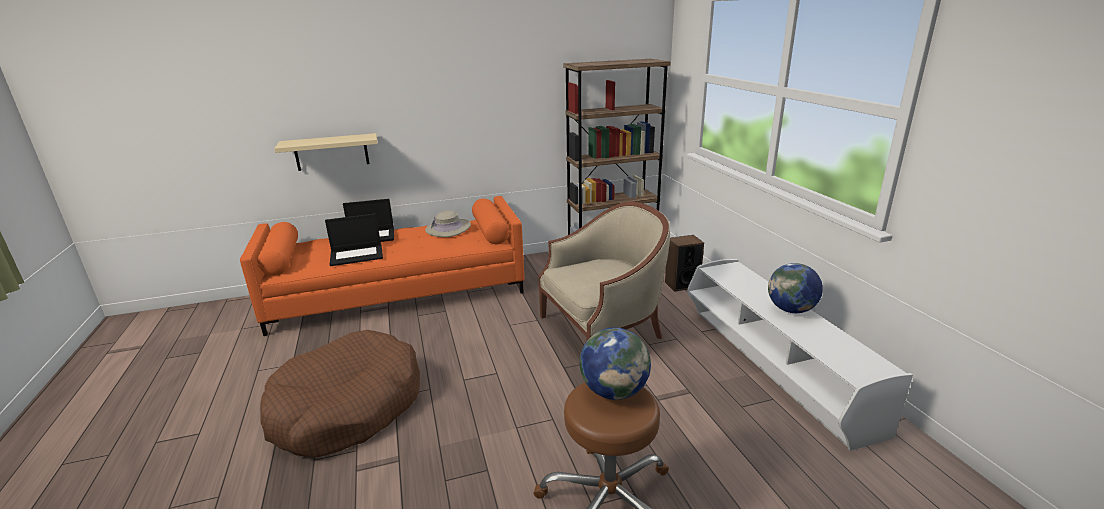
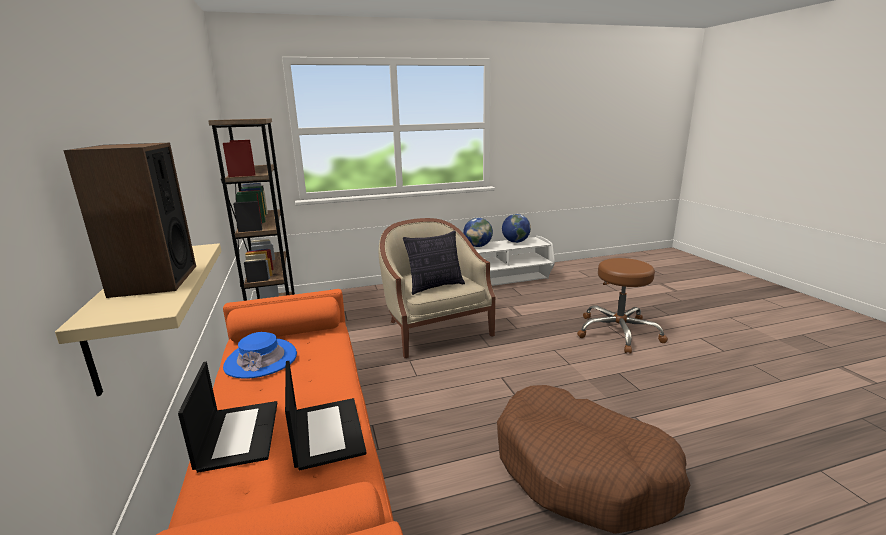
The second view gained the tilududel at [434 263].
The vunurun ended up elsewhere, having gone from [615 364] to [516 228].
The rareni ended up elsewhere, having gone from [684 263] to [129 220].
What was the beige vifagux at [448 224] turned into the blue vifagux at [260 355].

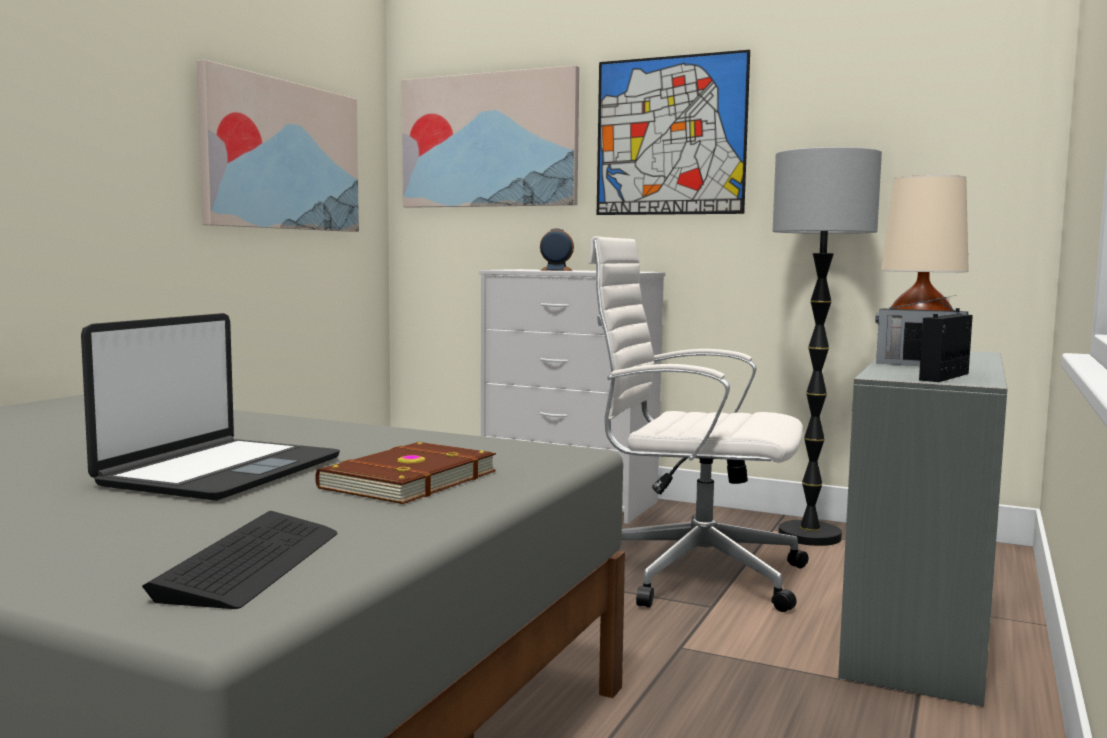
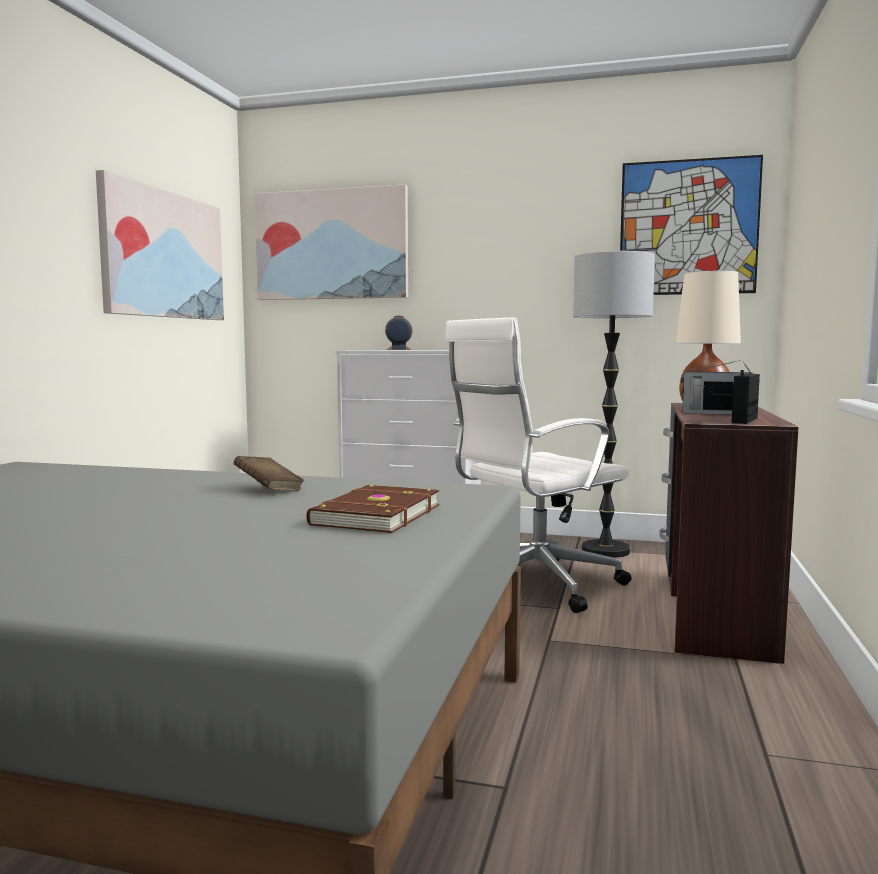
The second view lost the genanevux at [210 407].
The second view lost the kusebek at [240 560].
The second view gained the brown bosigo at [269 473].
The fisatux ended up elsewhere, having gone from [673 132] to [691 225].
What was the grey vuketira at [922 529] turned into the brown vuketira at [729 533].
The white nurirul at [698 424] ended up facing another way, 45 degrees counterclockwise from before.

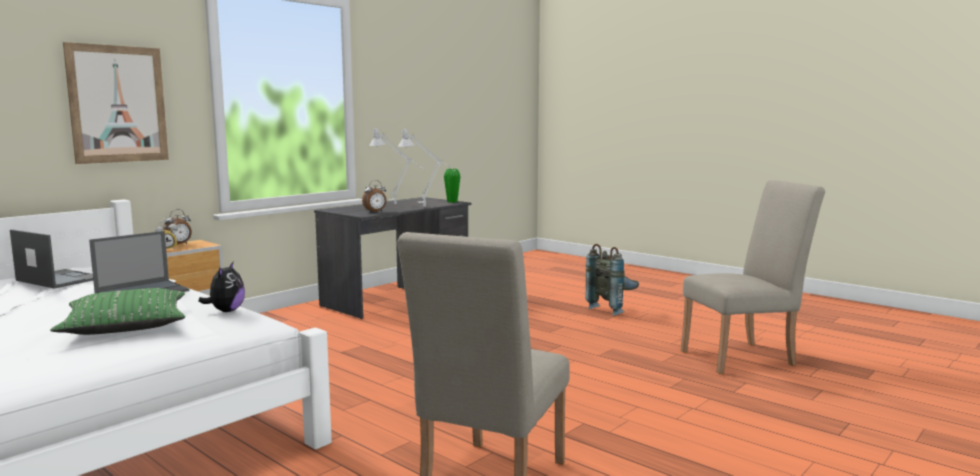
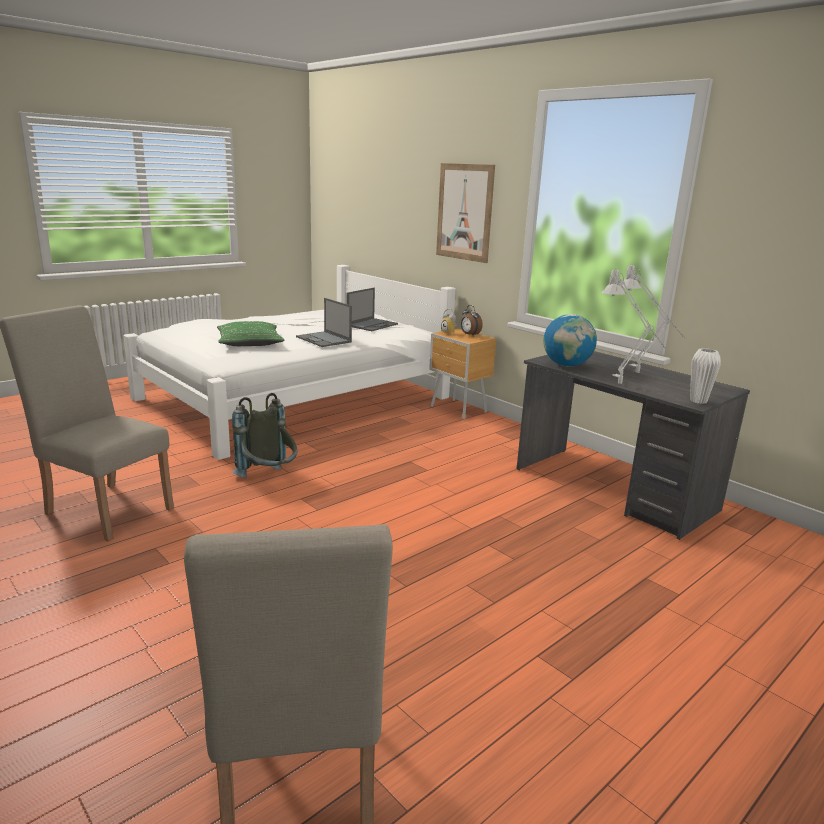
The second view lost the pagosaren at [221 287].
The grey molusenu ended up elsewhere, having gone from [612 280] to [264 435].
Where the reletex stood at [374 196], the vunurun came to stand at [570 340].
What was the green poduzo at [452 186] turned into the white poduzo at [705 376].

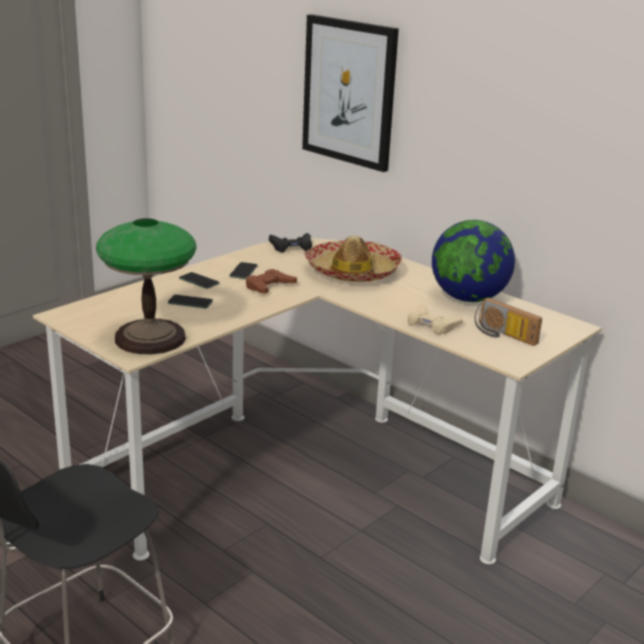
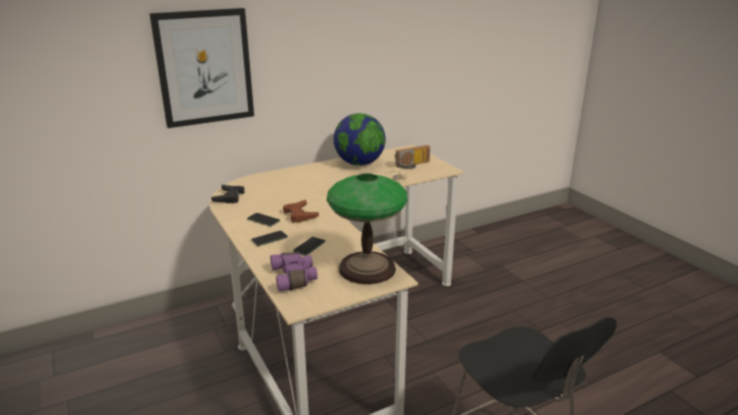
The second view lost the vifagux at [353 258].
The second view gained the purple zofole at [294 271].

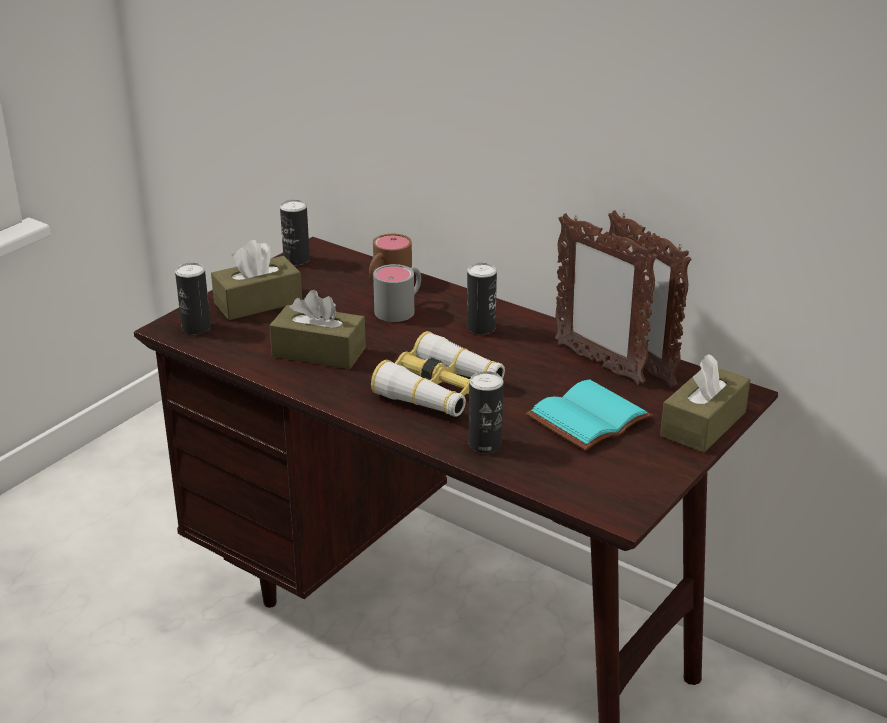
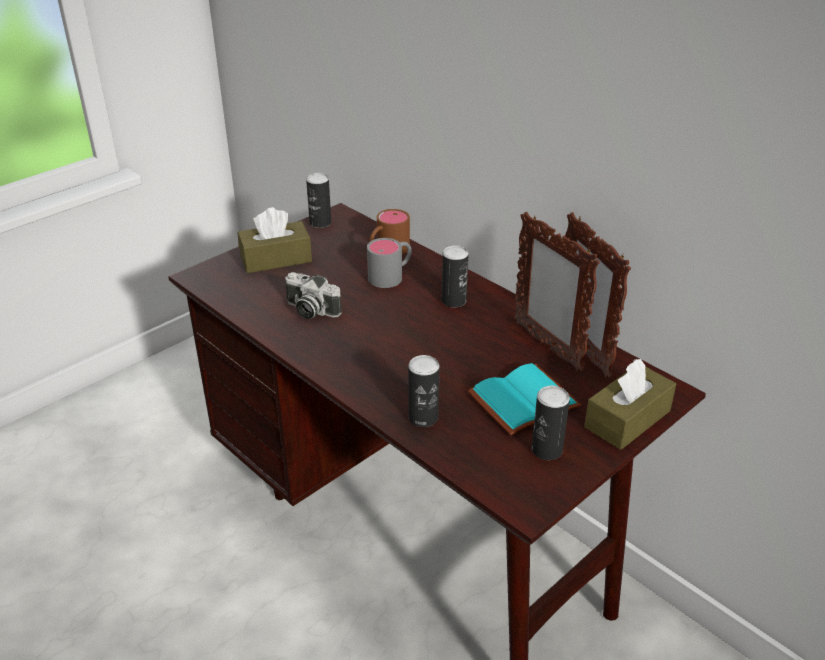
The second view lost the zofole at [438 374].
The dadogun ended up elsewhere, having gone from [193 298] to [550 423].
Where the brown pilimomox stood at [317 329], the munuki came to stand at [313 295].

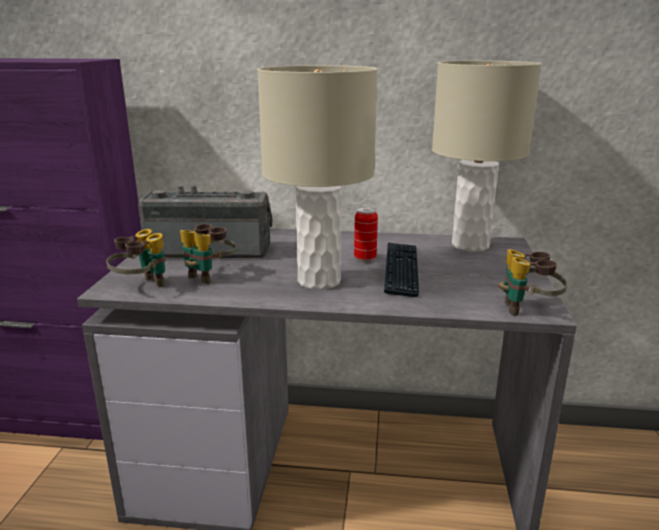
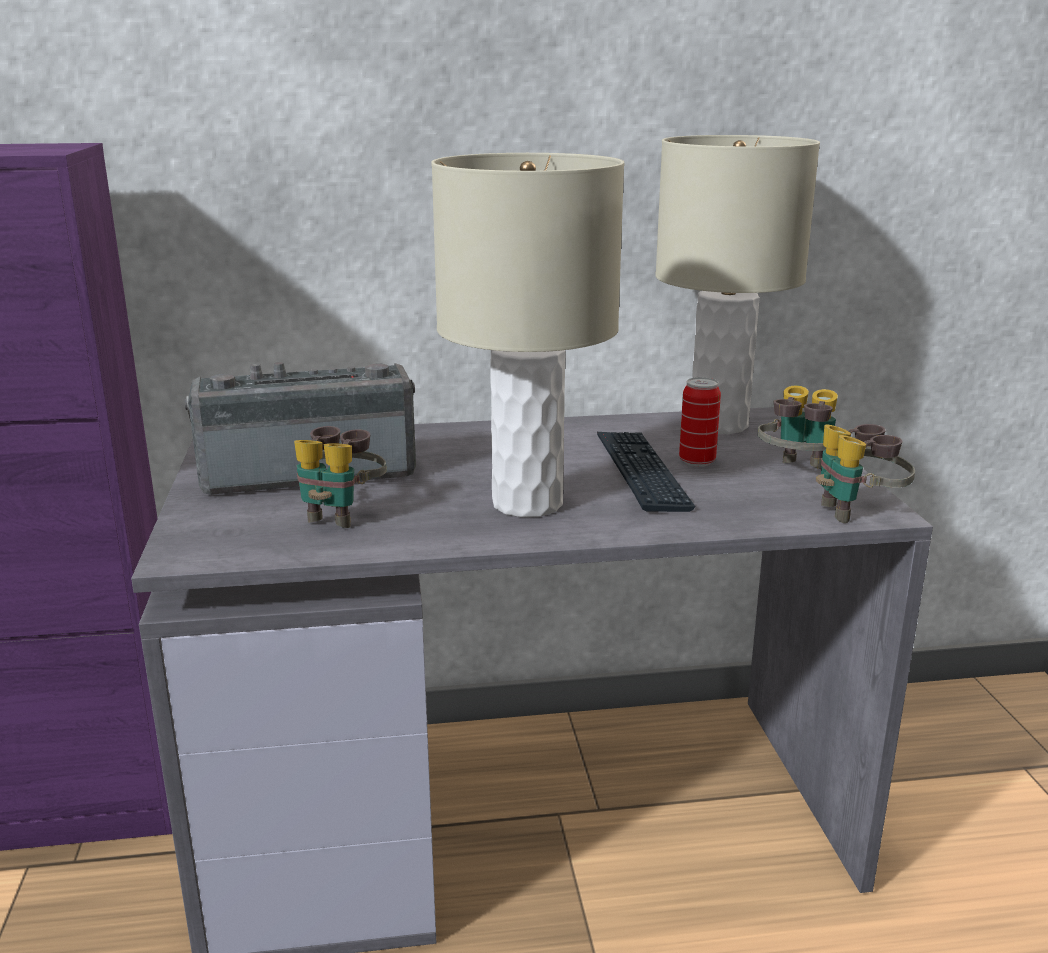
The zofole ended up elsewhere, having gone from [136 258] to [798 427].
The dadogun ended up elsewhere, having gone from [366 234] to [700 422].

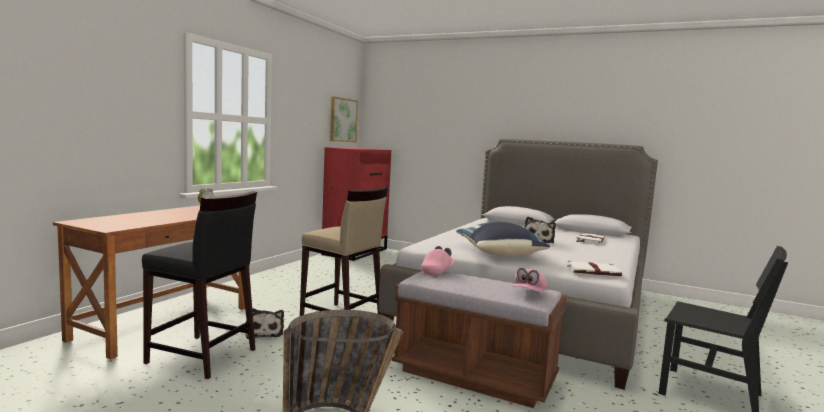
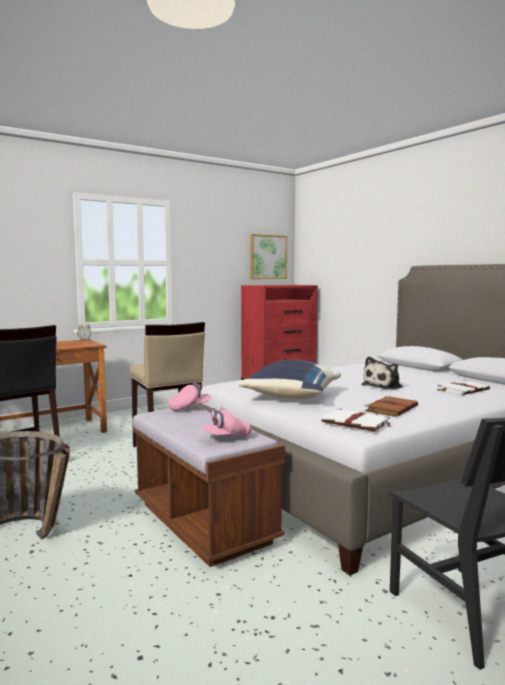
The second view lost the pagosaren at [264 323].
The second view gained the brown bosigo at [391 406].

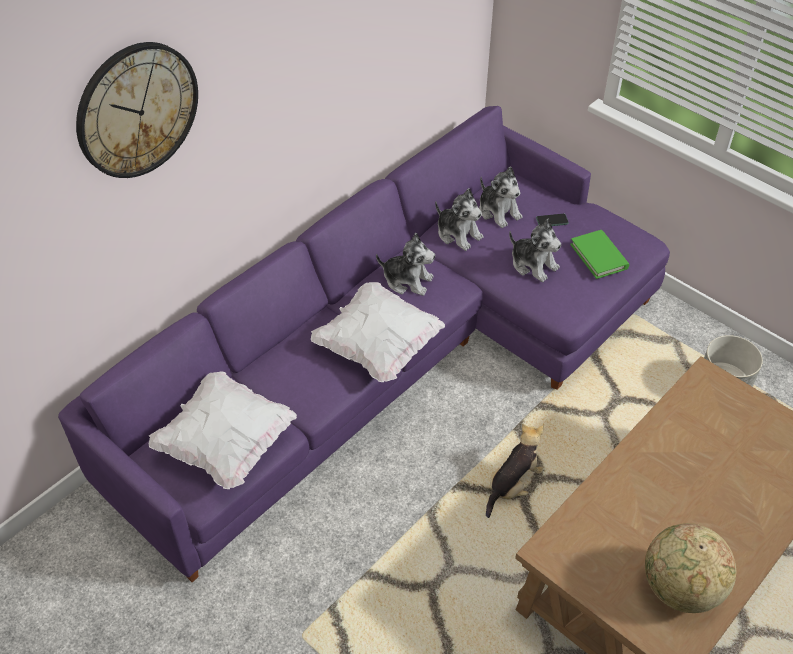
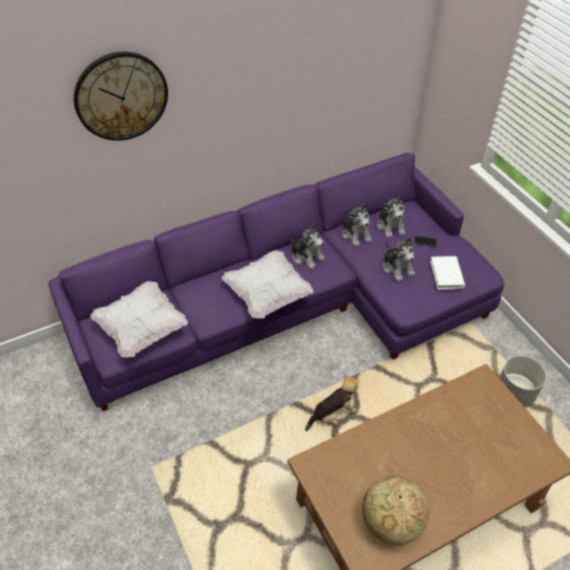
What was the green bosigo at [599 254] turned into the white bosigo at [447 272].

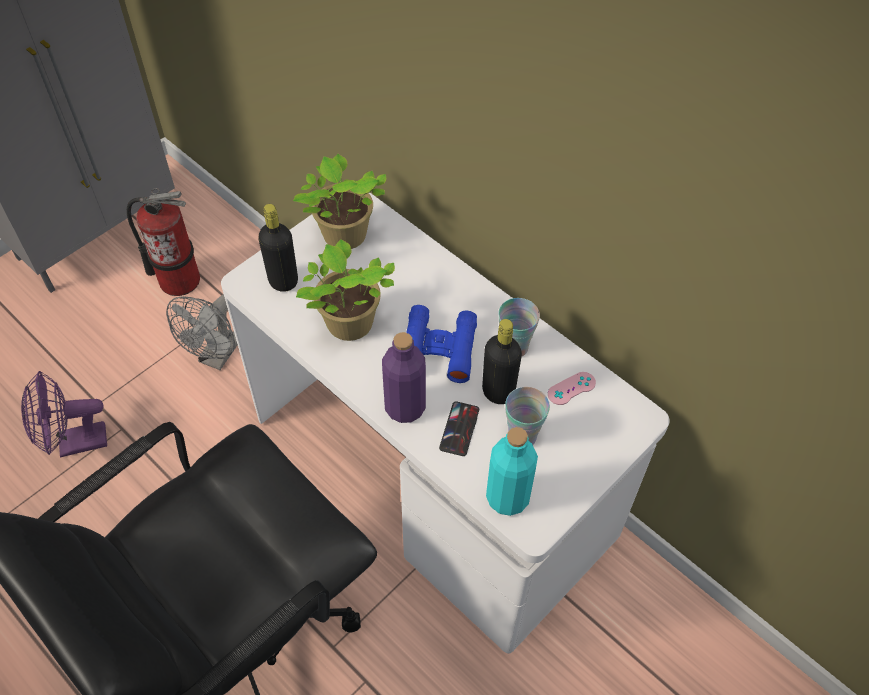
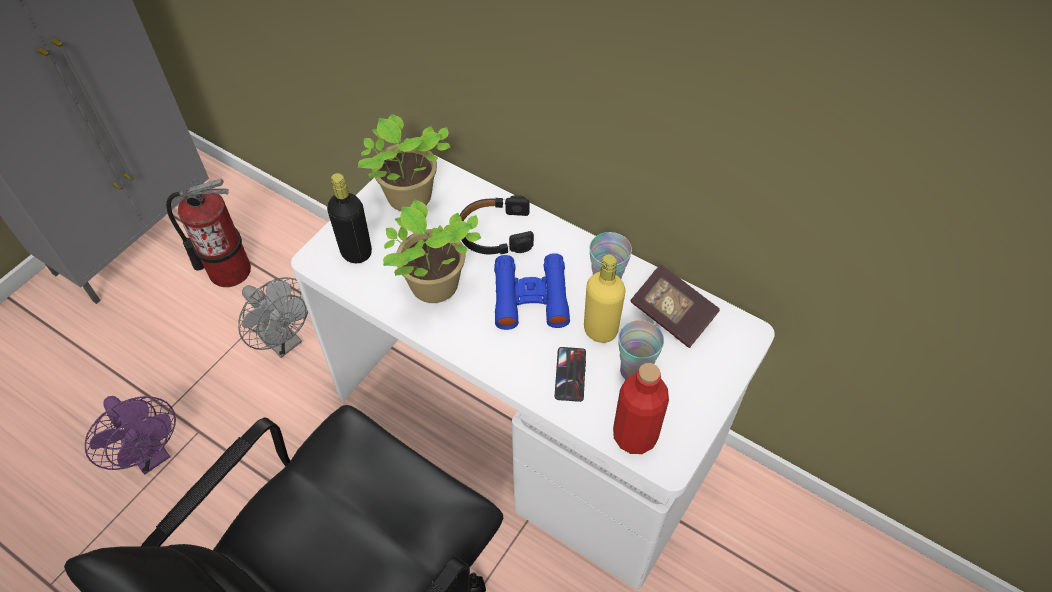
The second view lost the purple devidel at [404 377].
The second view gained the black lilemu at [497 224].
Where the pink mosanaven stood at [572 388], the bosigo came to stand at [675 306].
What was the black devidel at [502 361] turned into the yellow devidel at [605 298].
What was the turquoise devidel at [512 471] turned into the red devidel at [641 408].
The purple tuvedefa at [64 414] ended up facing another way, 105 degrees counterclockwise from before.
The grey tuvedefa at [202 332] ended up facing another way, 60 degrees counterclockwise from before.

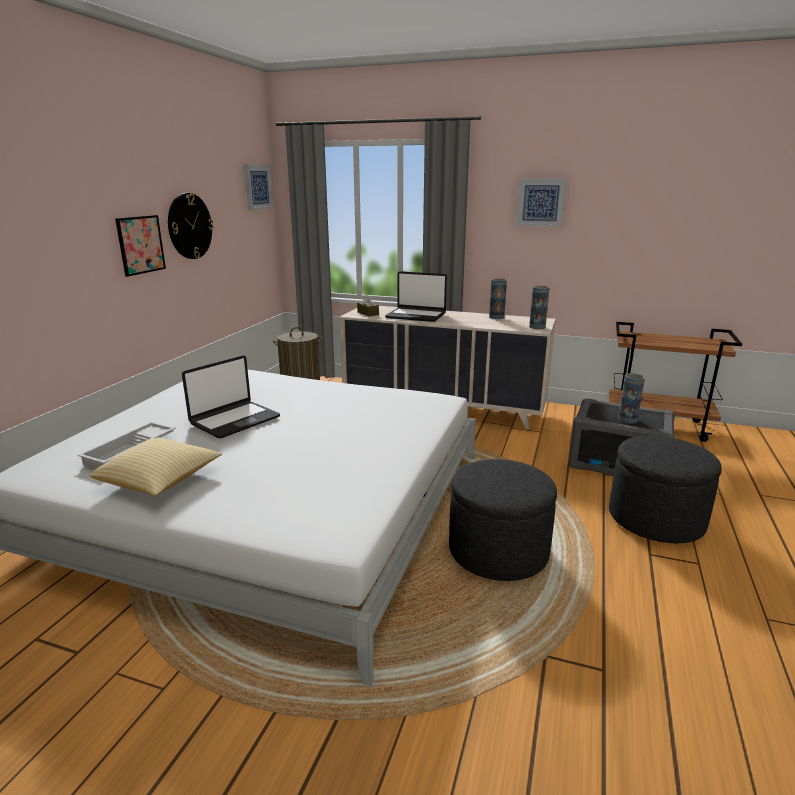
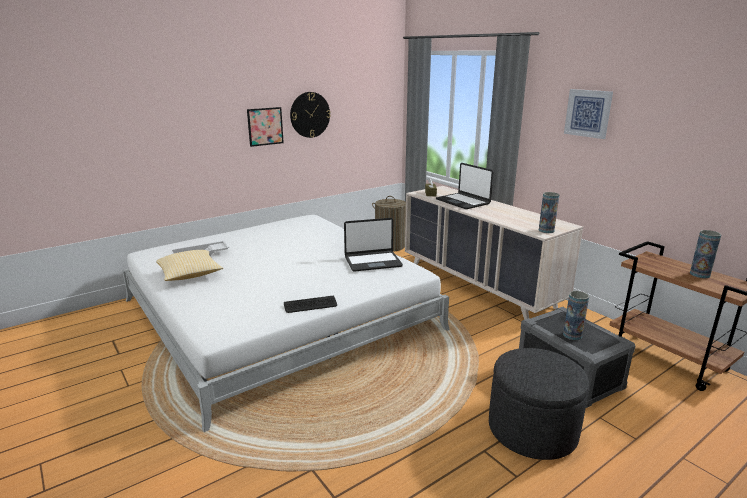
The second view lost the fisatux at [258 187].
The second view lost the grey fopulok at [503 520].
The second view gained the kusebek at [310 304].
The genanevux ended up elsewhere, having gone from [231 396] to [373 245].
The poduzo ended up elsewhere, having gone from [498 298] to [706 254].

